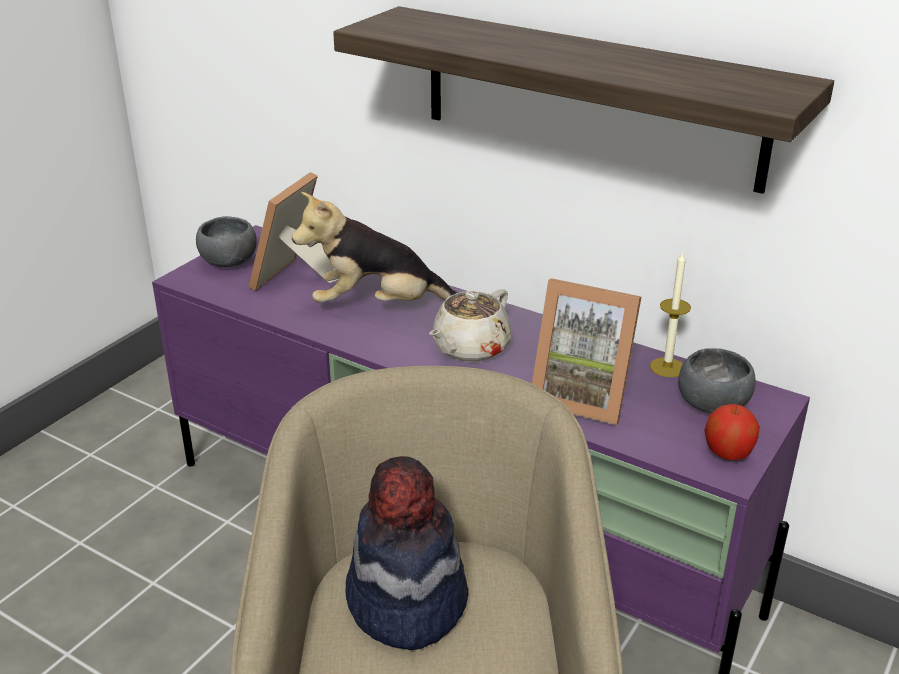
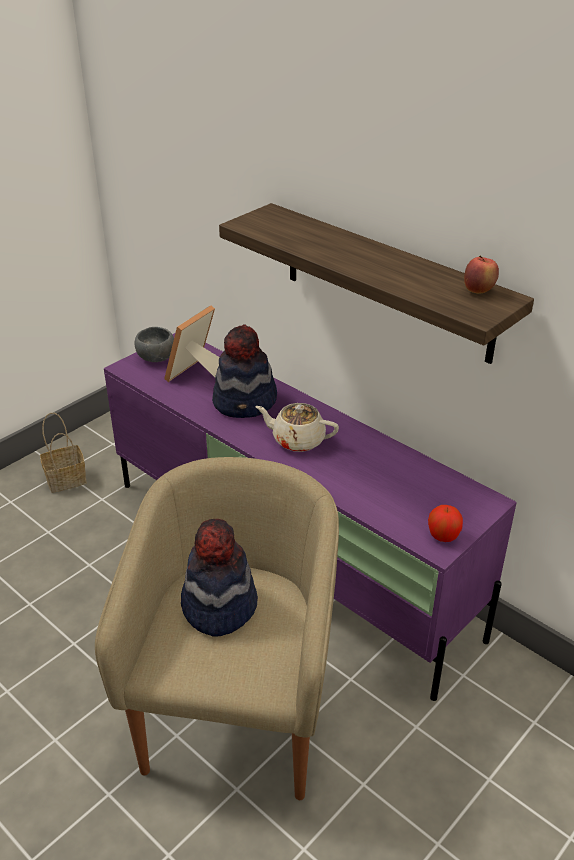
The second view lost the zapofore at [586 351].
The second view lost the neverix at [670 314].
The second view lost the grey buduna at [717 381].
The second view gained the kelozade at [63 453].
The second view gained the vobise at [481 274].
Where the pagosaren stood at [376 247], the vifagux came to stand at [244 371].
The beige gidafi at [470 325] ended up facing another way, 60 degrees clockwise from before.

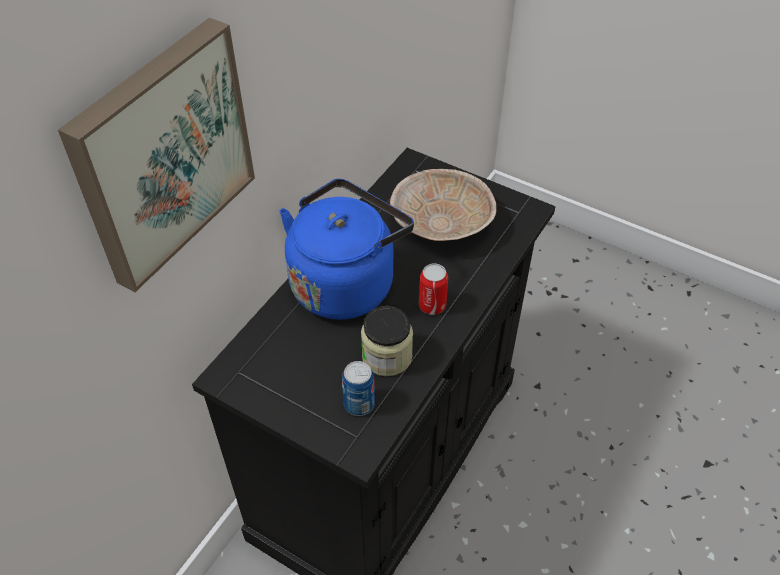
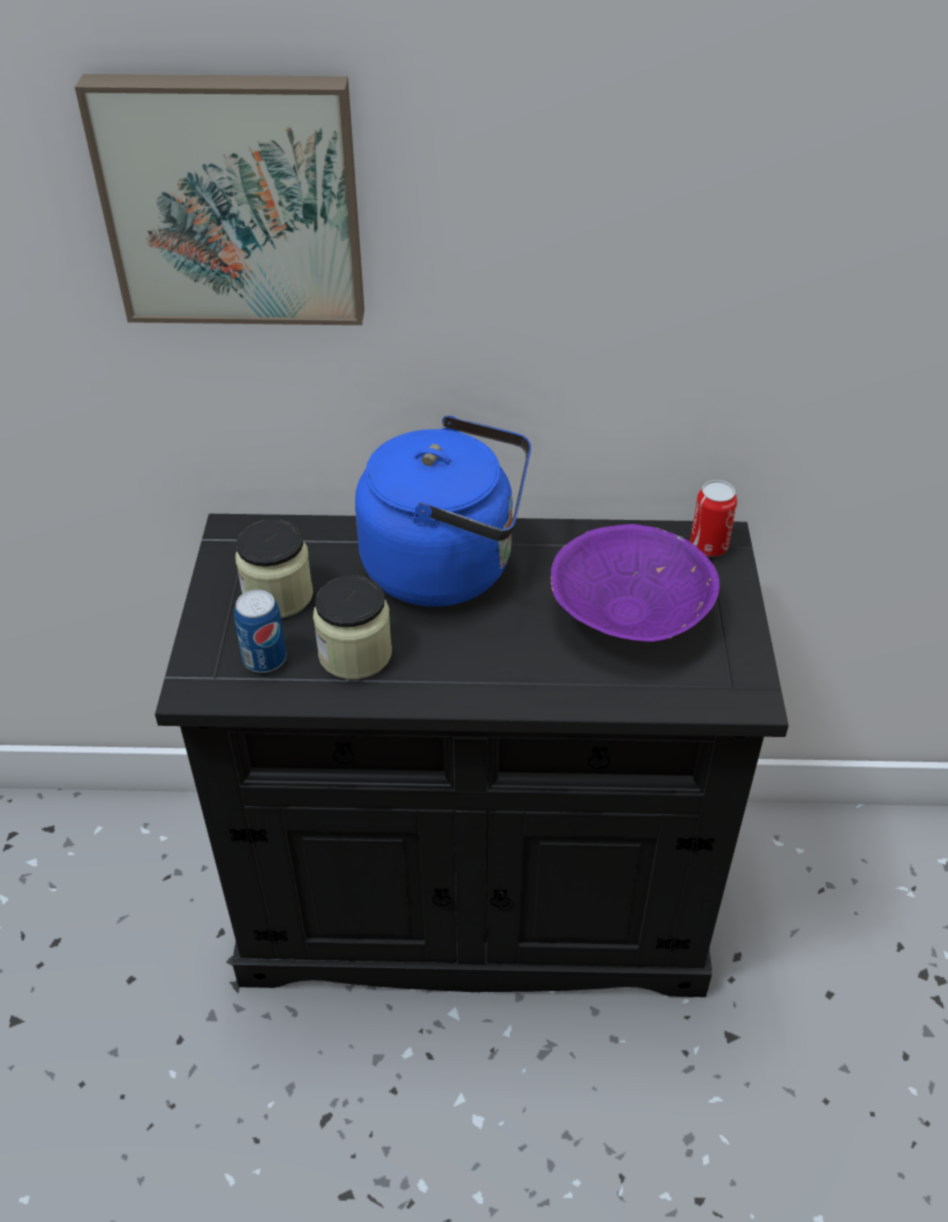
The second view gained the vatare at [274 568].
The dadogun ended up elsewhere, having gone from [433 289] to [713 518].
What was the beige buduna at [443 205] turned into the purple buduna at [635 583].

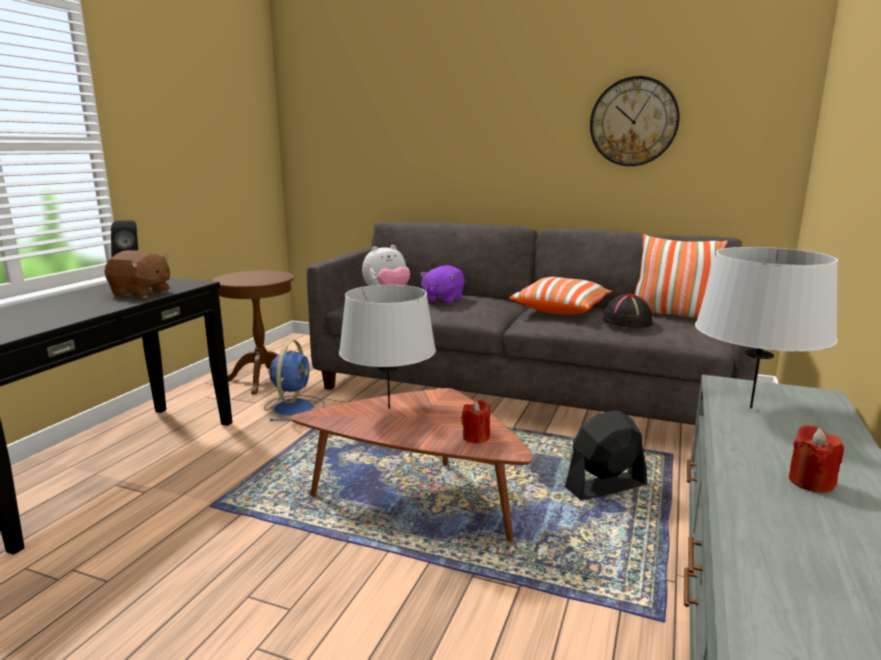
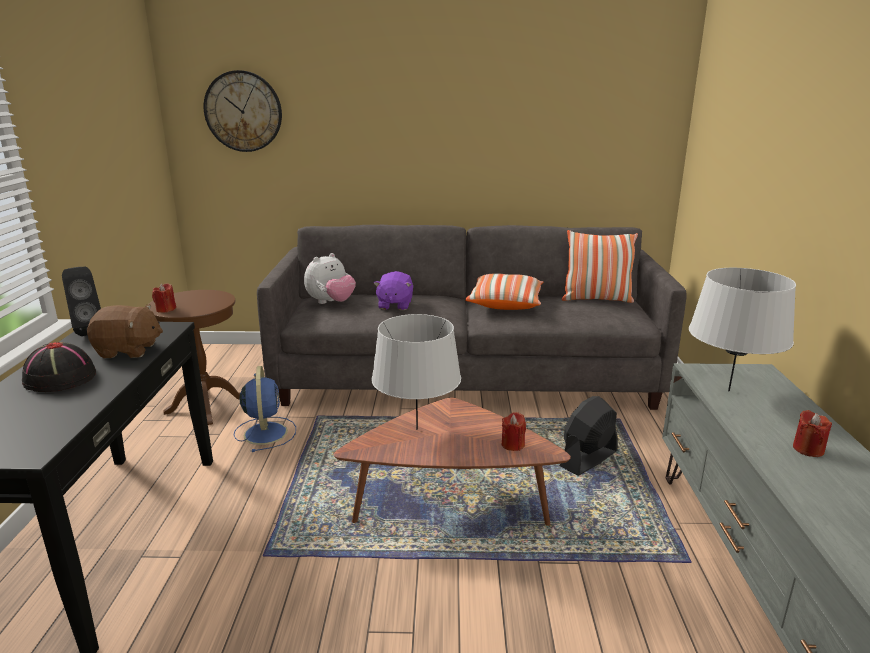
The second view gained the red neverix at [164 298].
The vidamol ended up elsewhere, having gone from [635 121] to [243 111].
The black vifagux ended up elsewhere, having gone from [627 311] to [59 367].

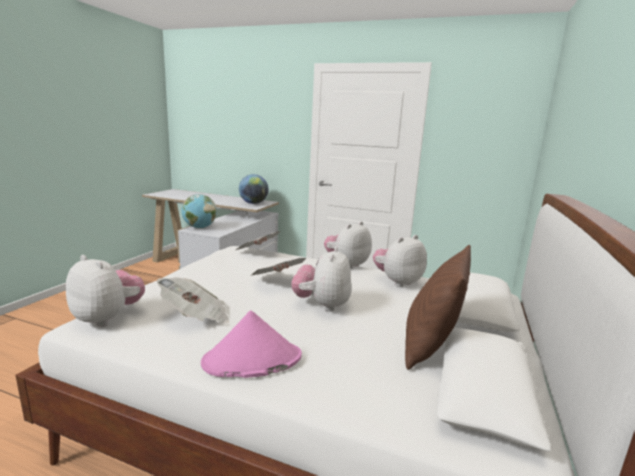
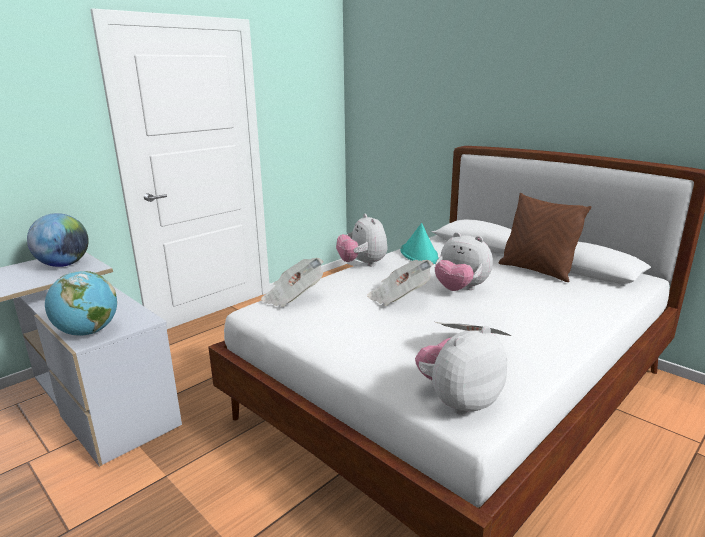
The second view lost the pink vifagux at [251 344].
Where the pagosaren stood at [400 261], the turquoise vifagux came to stand at [419 243].

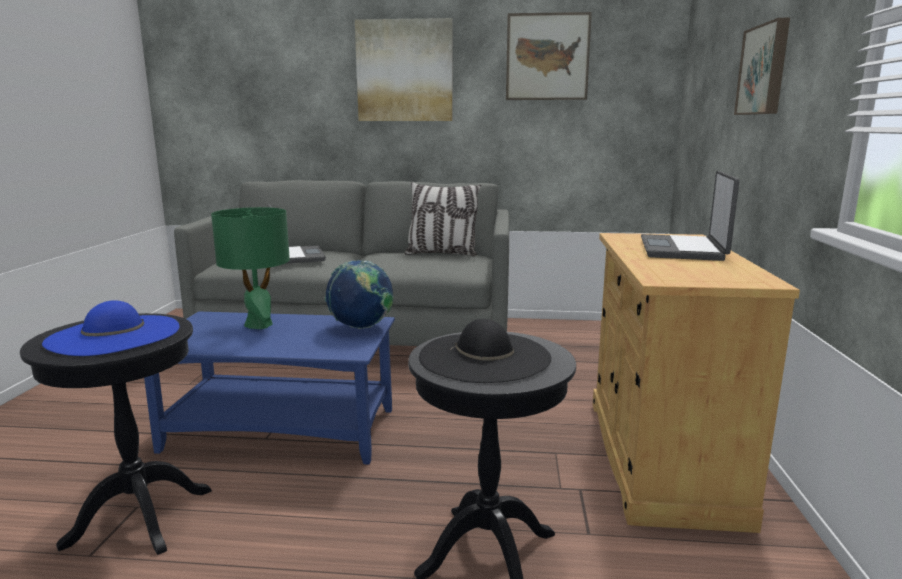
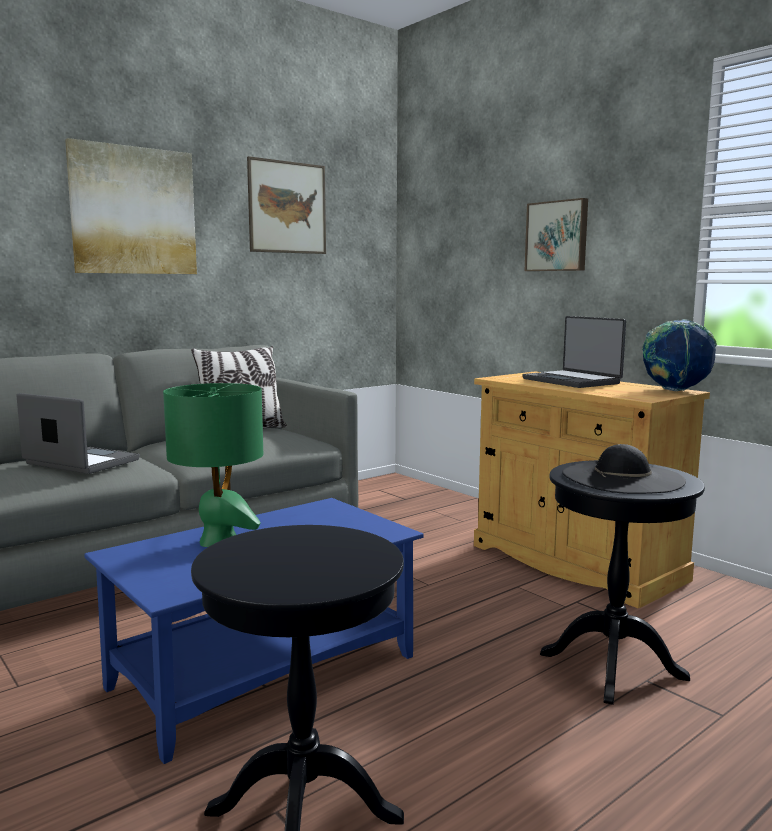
The second view lost the blue vifagux at [111 328].
The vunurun ended up elsewhere, having gone from [359 294] to [679 355].

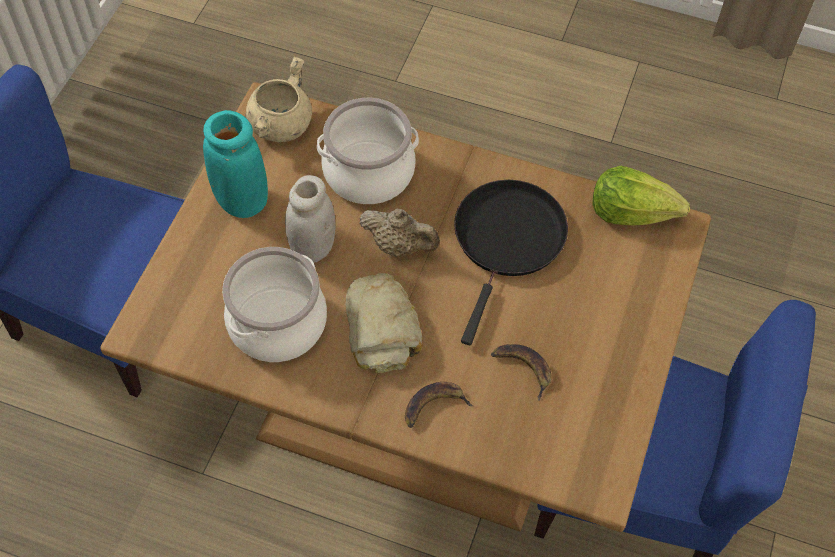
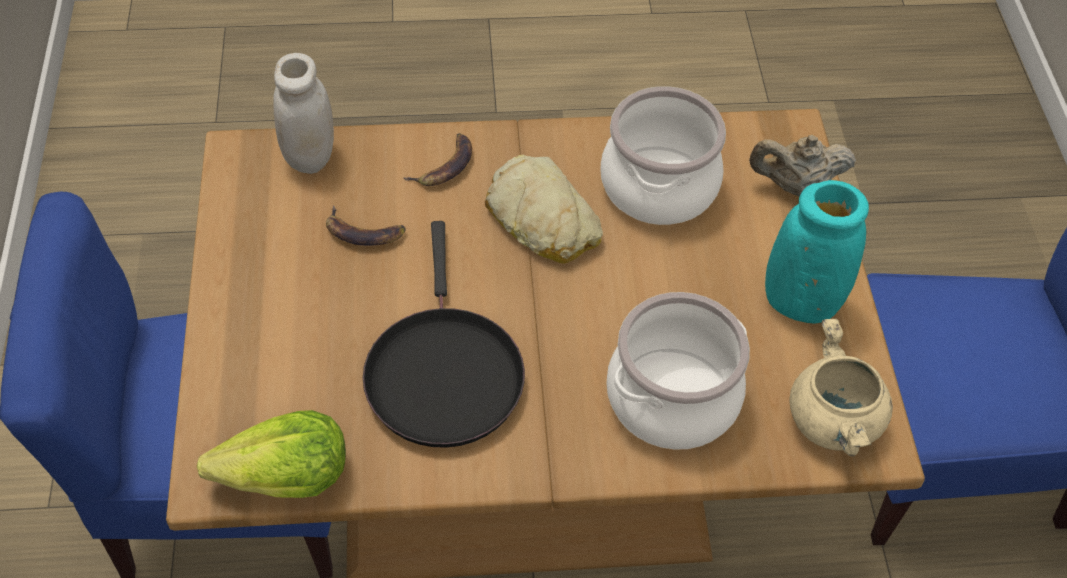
The white vatare ended up elsewhere, having gone from [310 219] to [303 113].
The beige gidafi ended up elsewhere, having gone from [399 233] to [802 166].

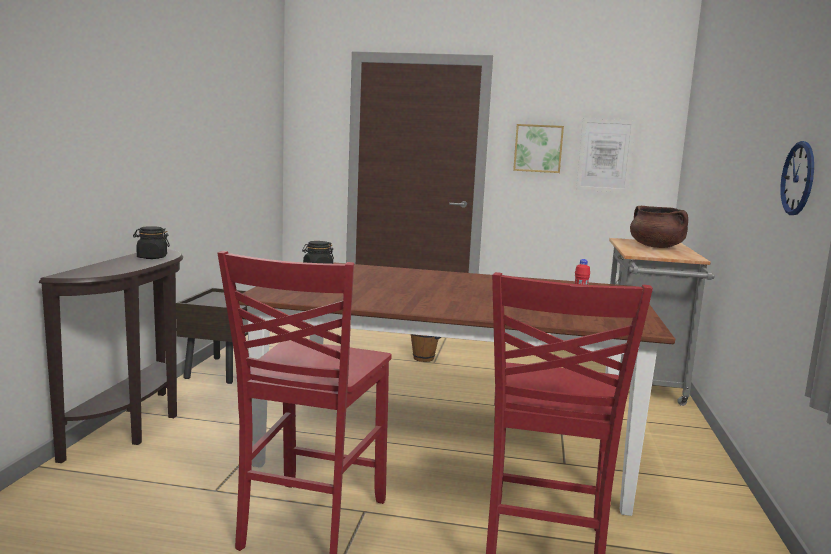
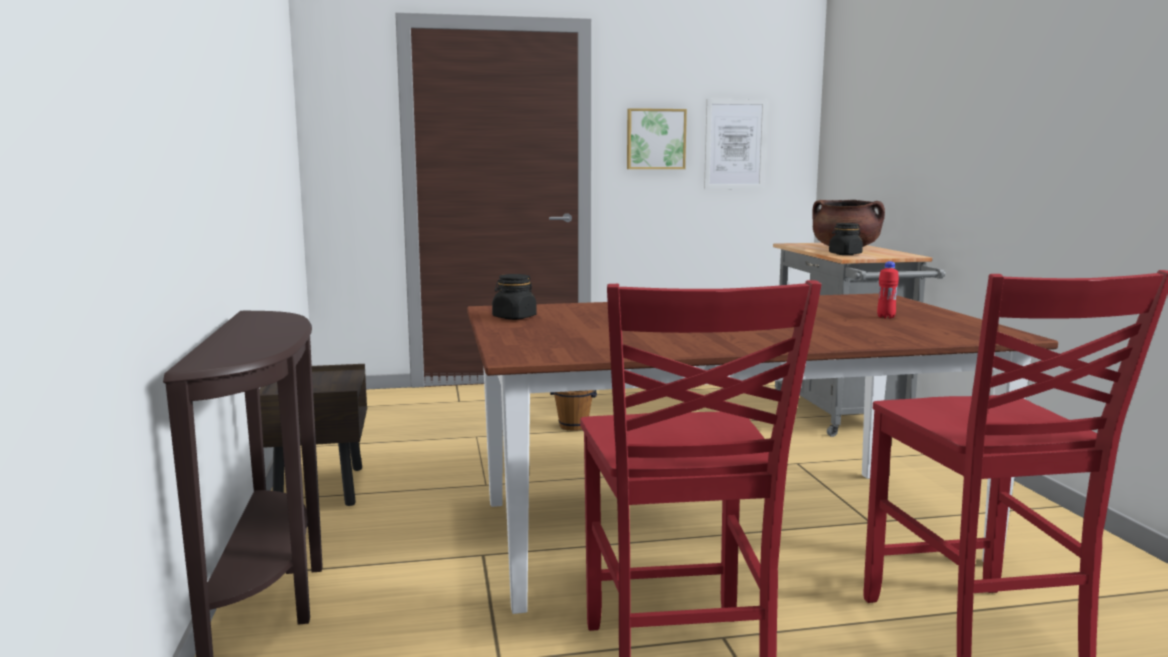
The second view lost the vidamol at [797 178].
The black vatare ended up elsewhere, having gone from [151 242] to [846 239].

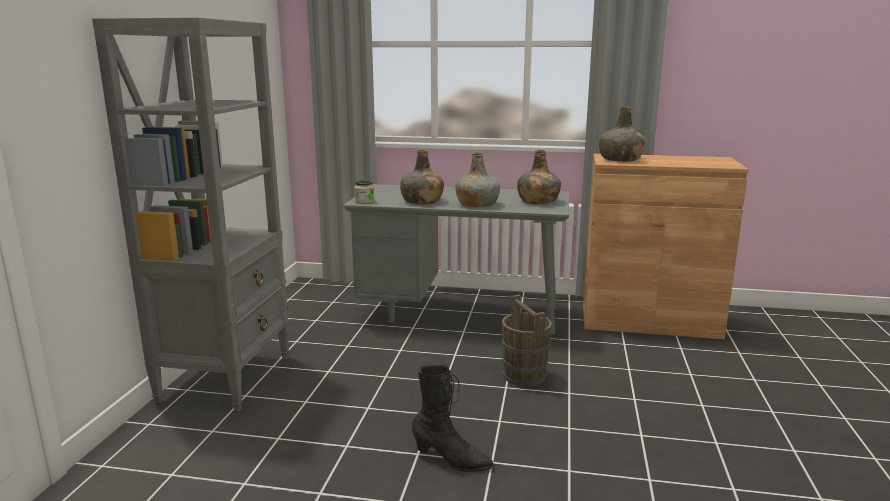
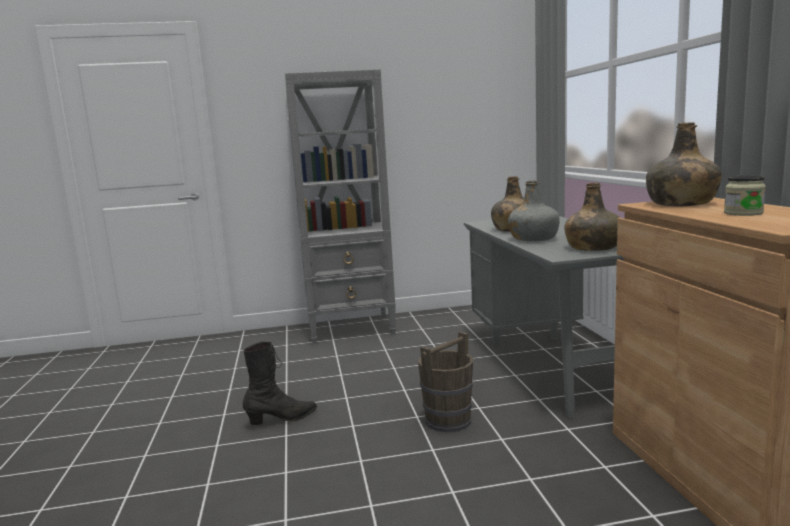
The vatare ended up elsewhere, having gone from [364 192] to [745 195].
The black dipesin at [453 418] ended up facing another way, 120 degrees counterclockwise from before.

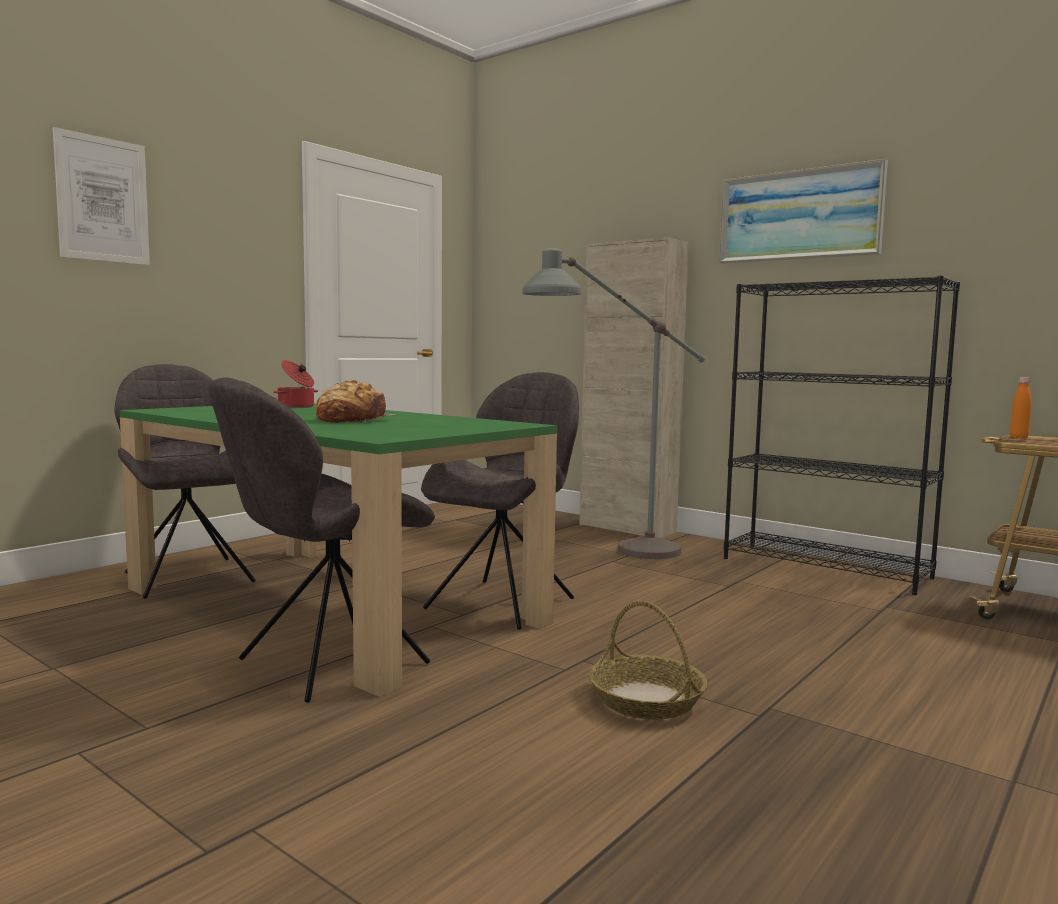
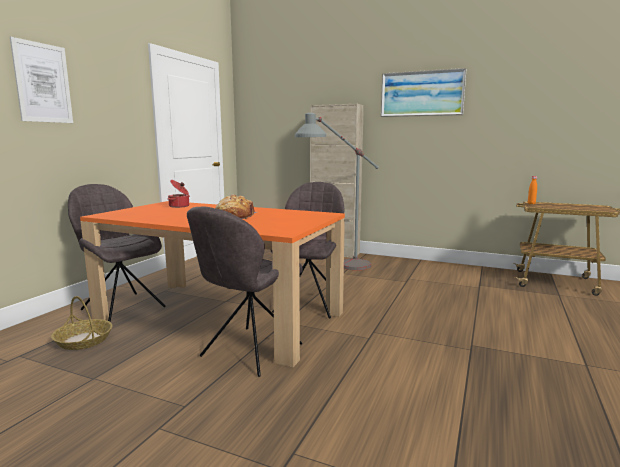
The second view lost the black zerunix at [842 435].
The kelozade ended up elsewhere, having gone from [648 660] to [81 323].
What was the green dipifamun at [338 550] turned into the orange dipifamun at [212 284].

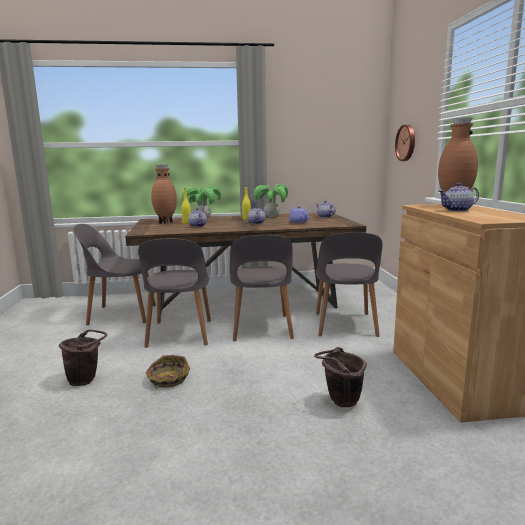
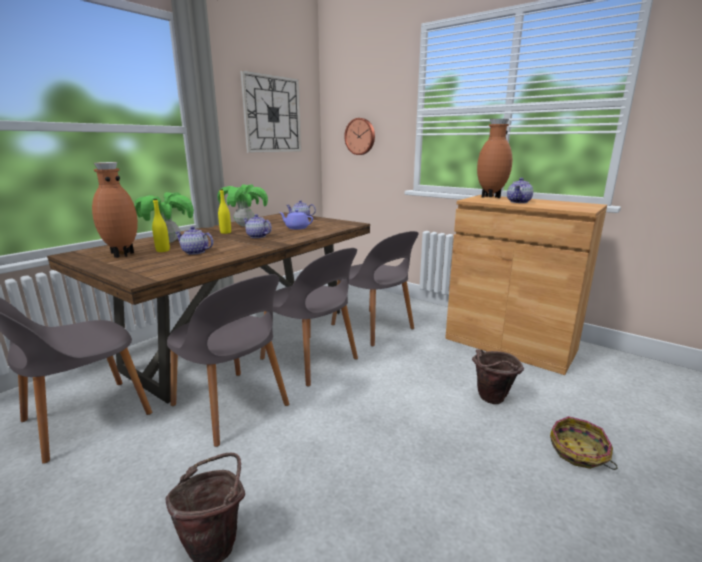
The second view gained the vidamol at [270 111].
The kelozade ended up elsewhere, having gone from [168 371] to [584 443].

